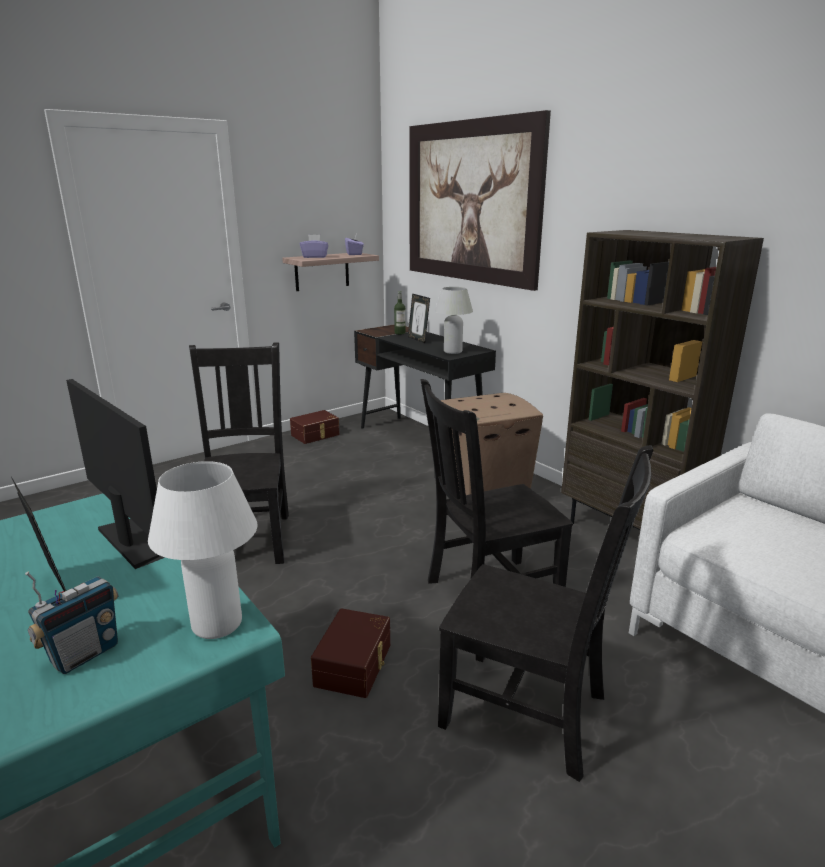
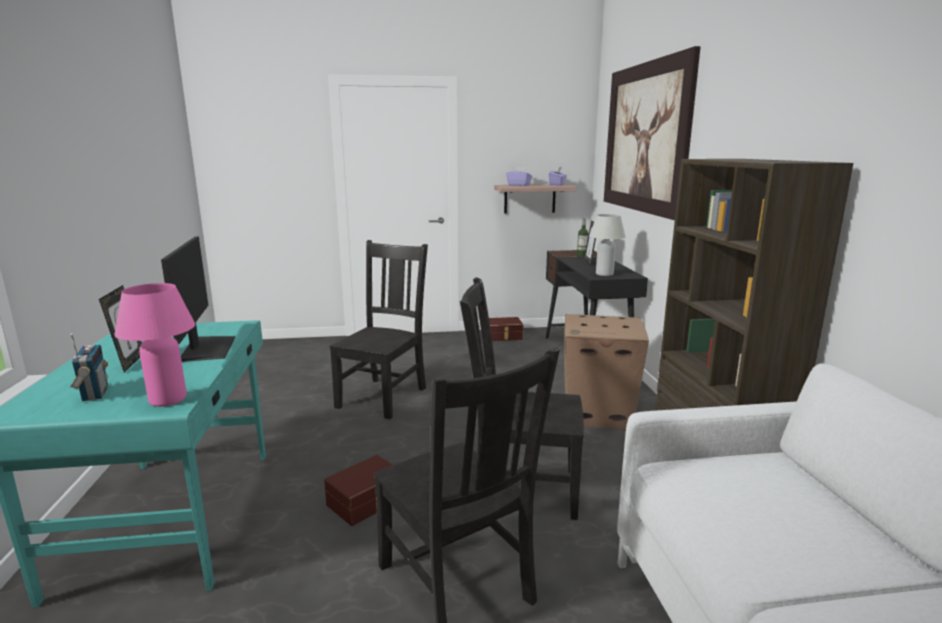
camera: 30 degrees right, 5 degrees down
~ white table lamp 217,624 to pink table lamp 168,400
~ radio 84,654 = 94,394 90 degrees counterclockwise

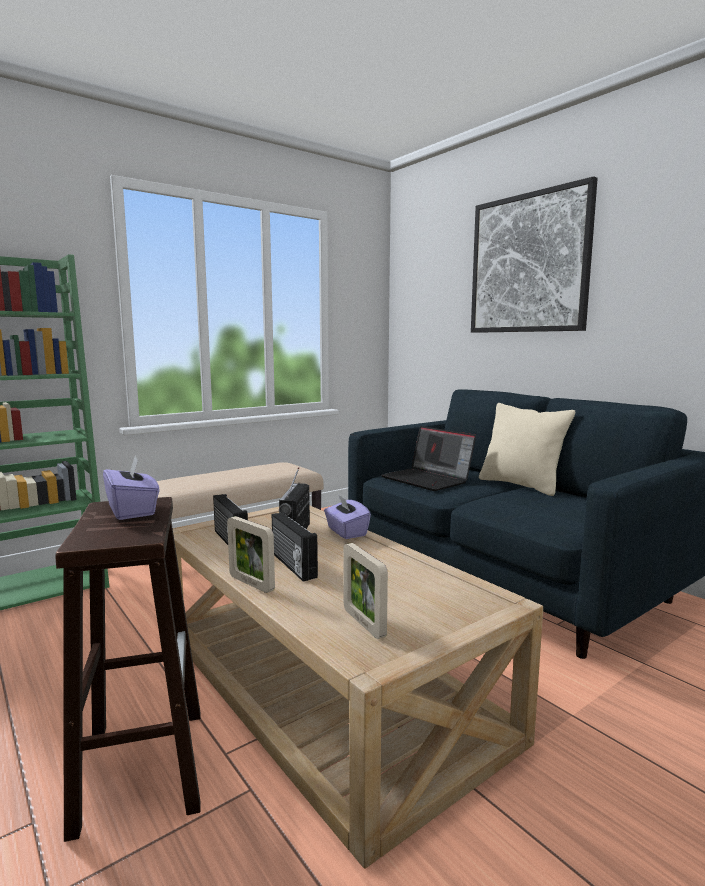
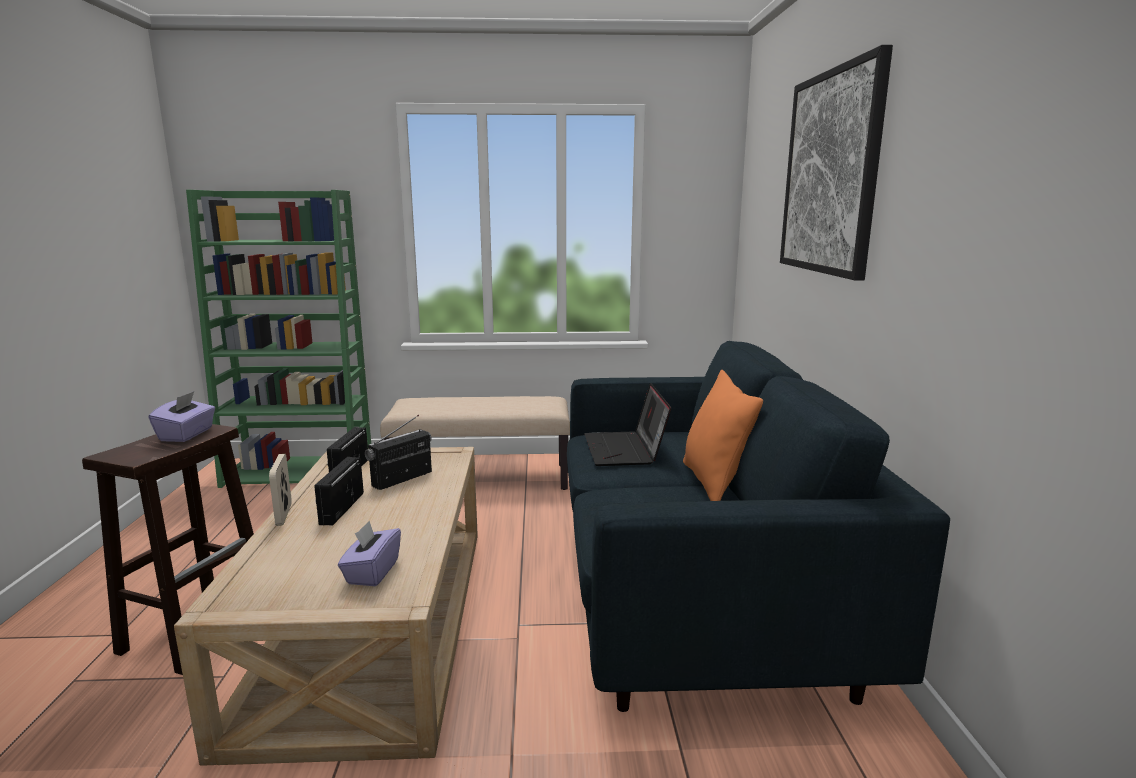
camera: 35 degrees right, 5 degrees up
- picture frame 364,623
~ purple tissue box 346,532 to 372,572
~ beige pillow 521,485 to orange pillow 714,482

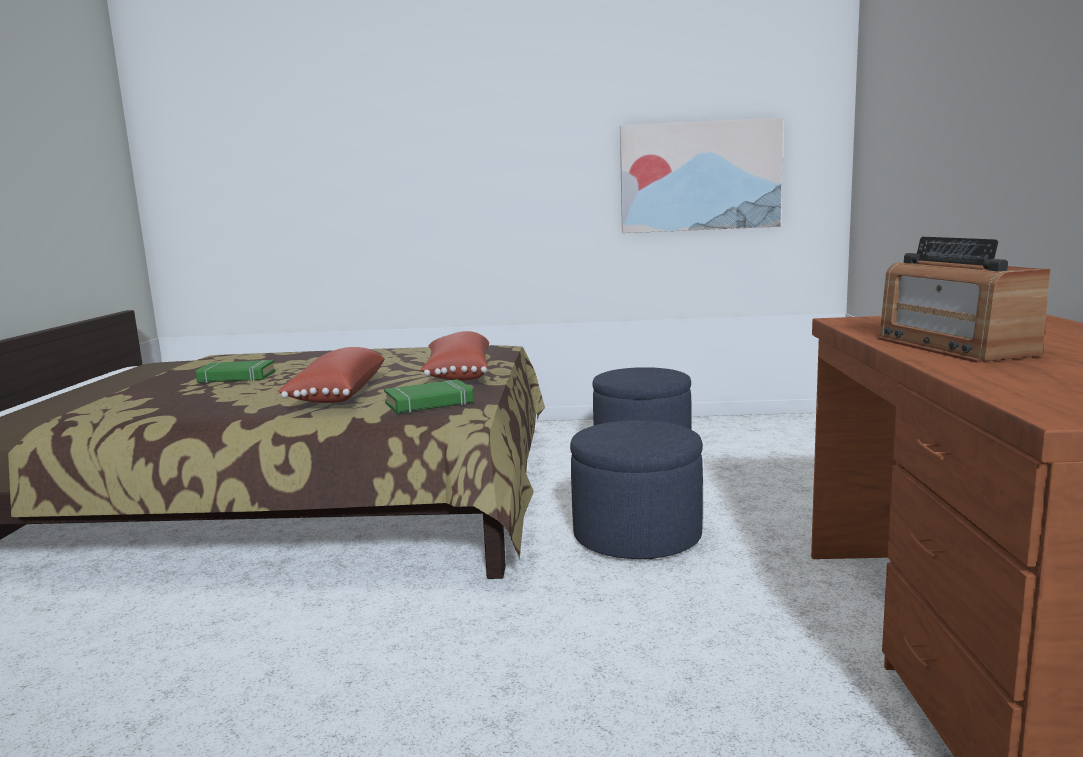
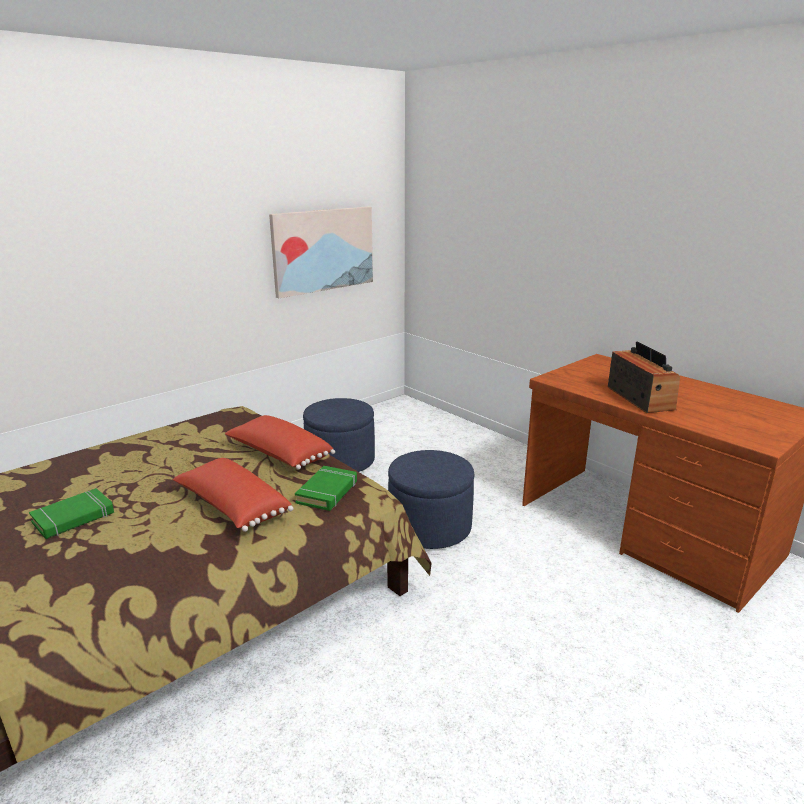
camera: 45 degrees left, 10 degrees up
~ radio 953,347 = 640,398 135 degrees counterclockwise

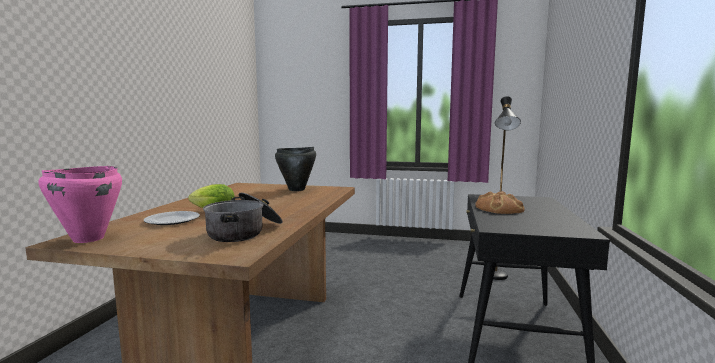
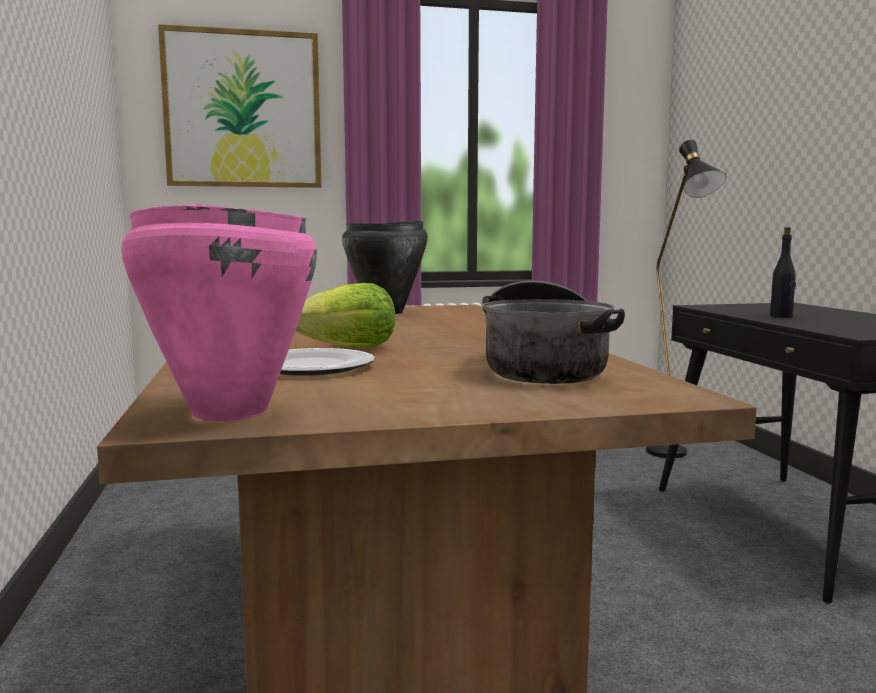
camera: 25 degrees left, 0 degrees up
+ picture 243,110
~ bread 499,208 to black bottle 781,316

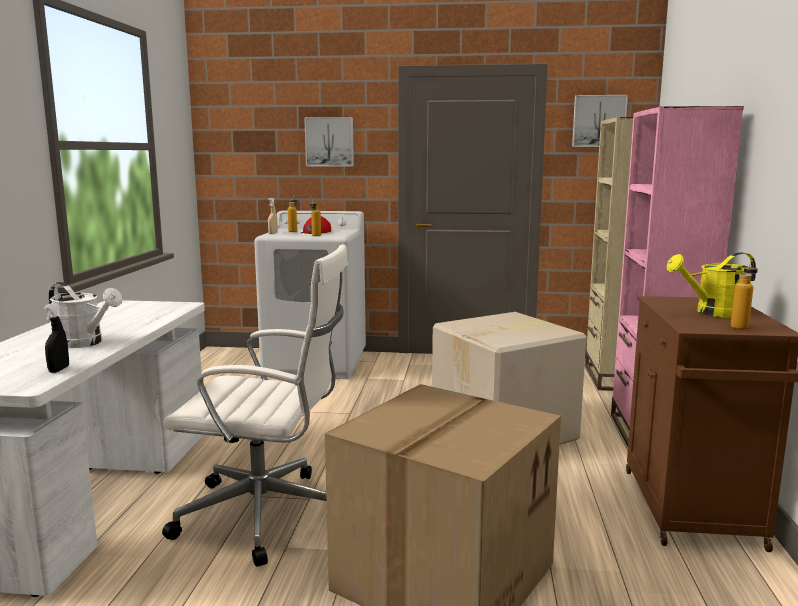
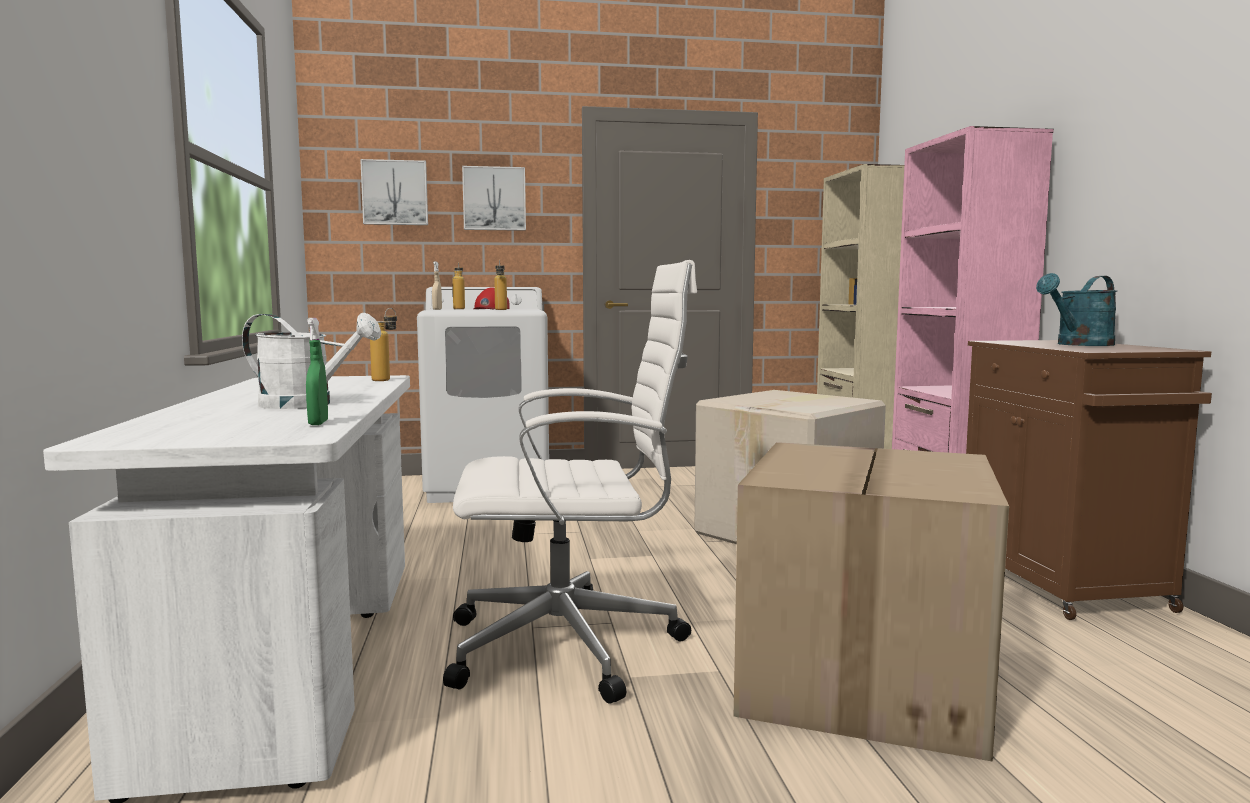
camera: 15 degrees left, 5 degrees down
~ picture 598,121 to 395,193
~ bottle 741,326 to 386,379
~ black spray bottle 59,370 to green spray bottle 318,423
~ yellow watering can 713,313 to turquoise watering can 1079,344

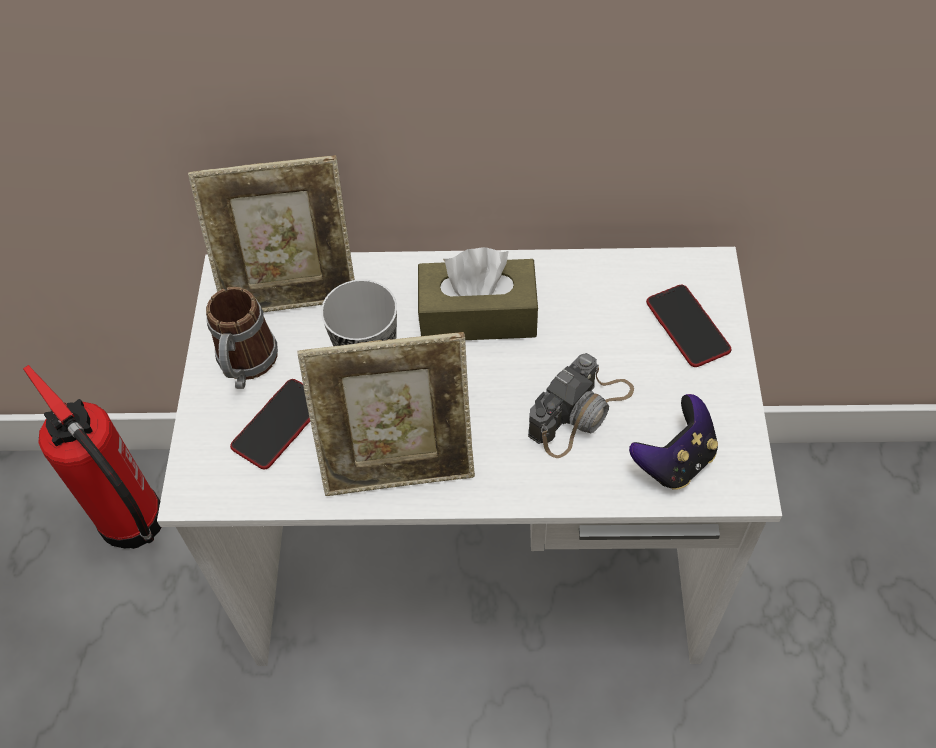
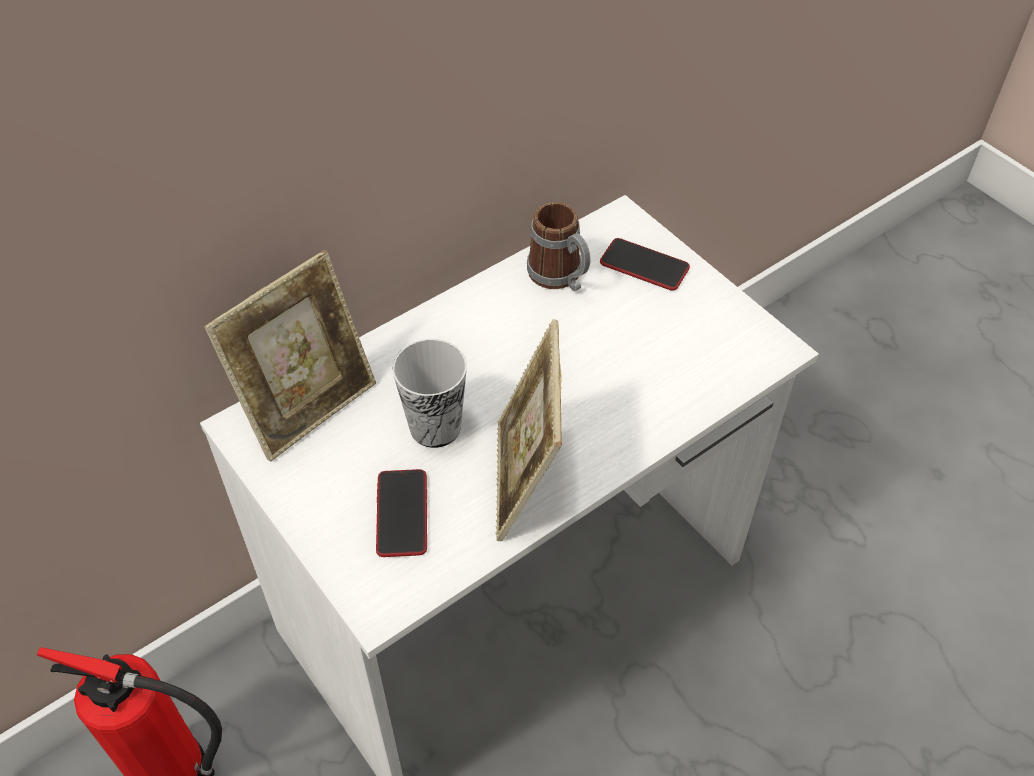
camera: 40 degrees left, 5 degrees down
- brown tissue box 478,315
- photo camera 580,412
- game controller 674,460
~ mug 246,366 to 560,277
~ picture frame 398,461 = 526,481 135 degrees clockwise

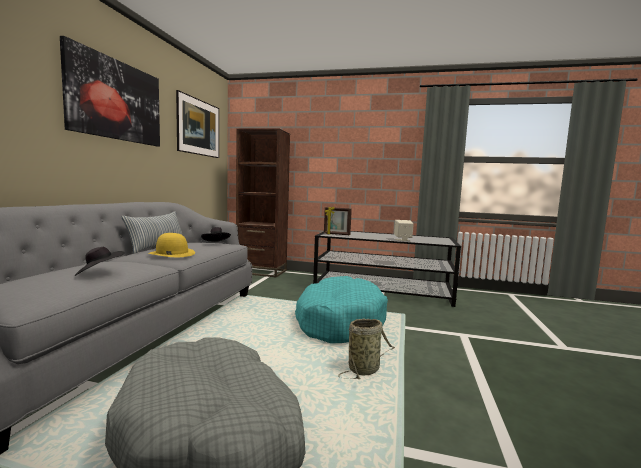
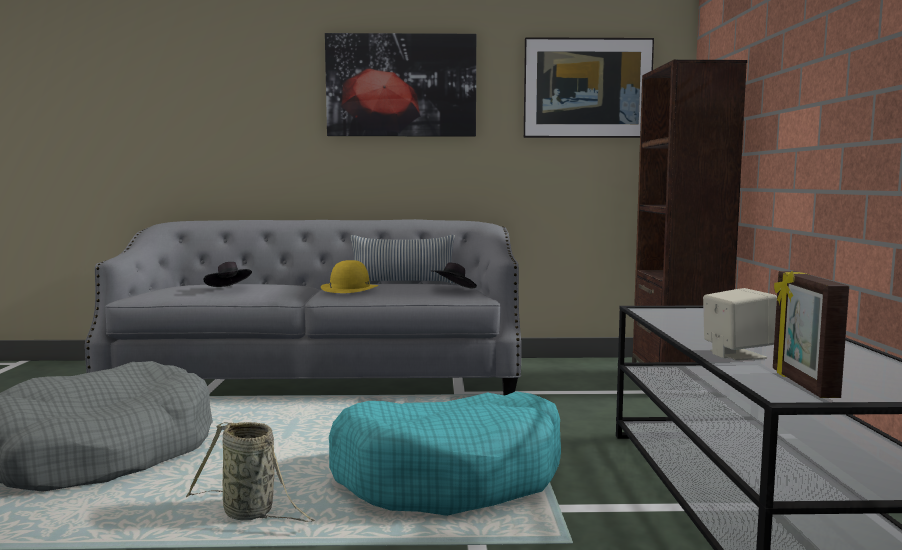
camera: 75 degrees right, 0 degrees up
~ picture frame 336,234 to 802,384

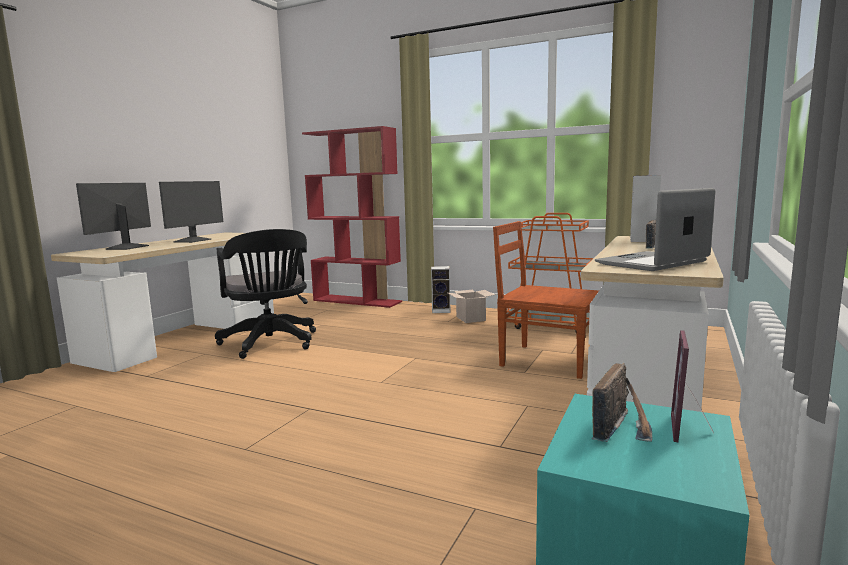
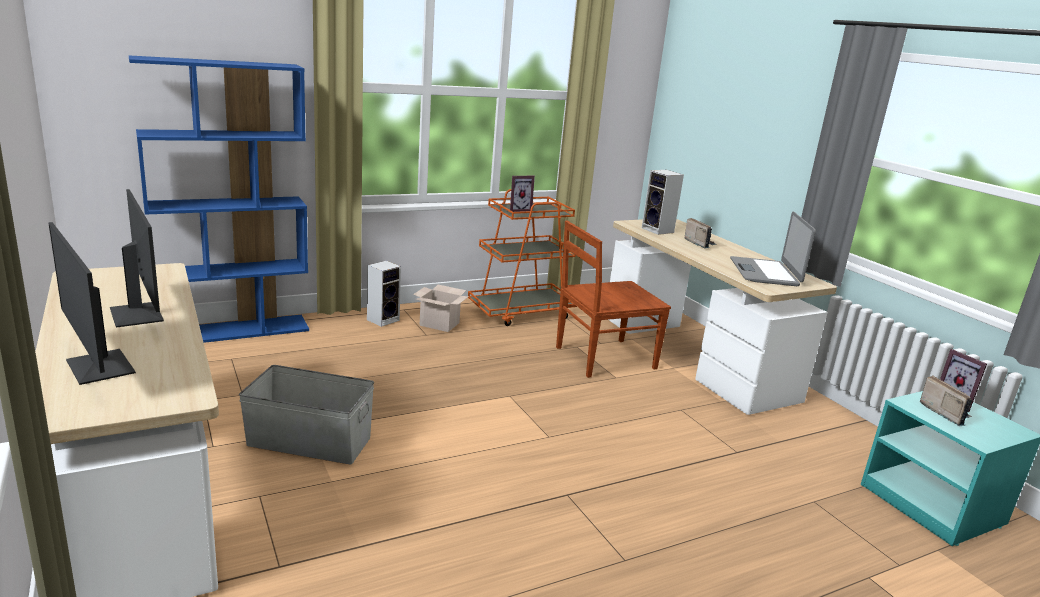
camera: 55 degrees left, 10 degrees up
+ picture frame 518,210
~ black office chair 271,344 to grey storage box 310,442
~ red bookcase 357,301 to blue bookcase 235,330

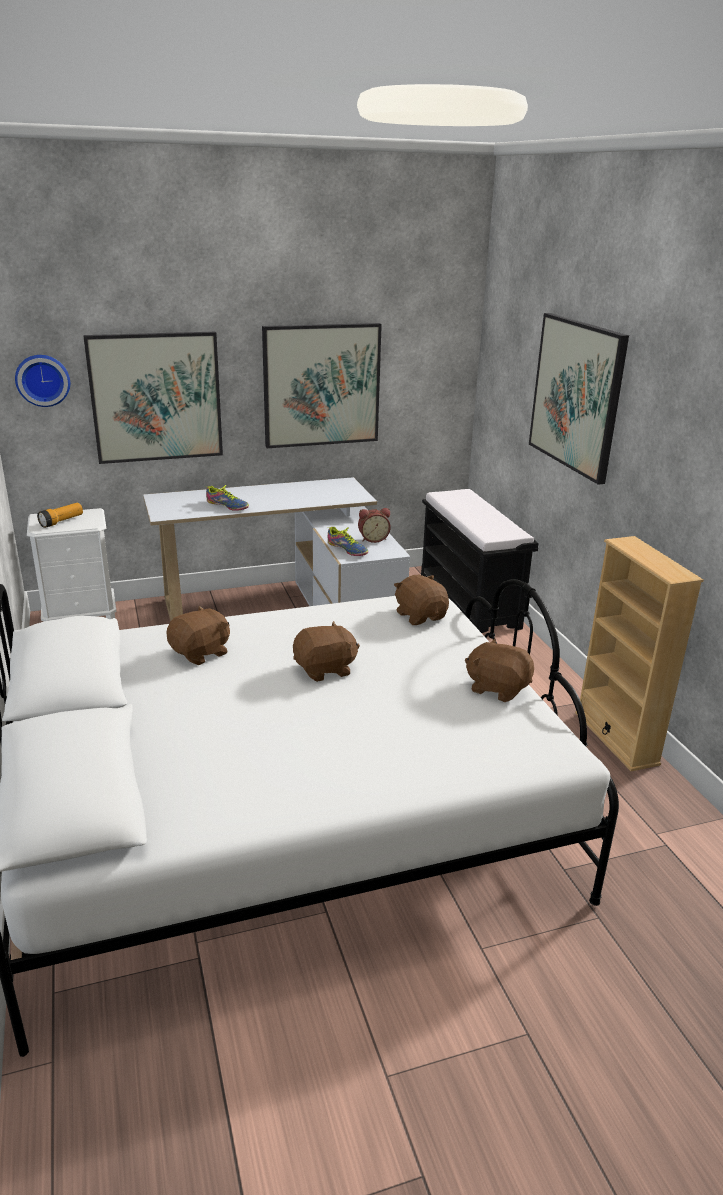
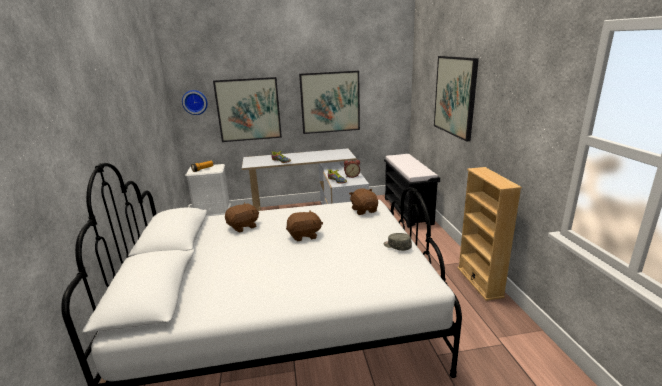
camera: 10 degrees right, 5 degrees down
~ brown plush toy 497,688 to grey cap 397,246

